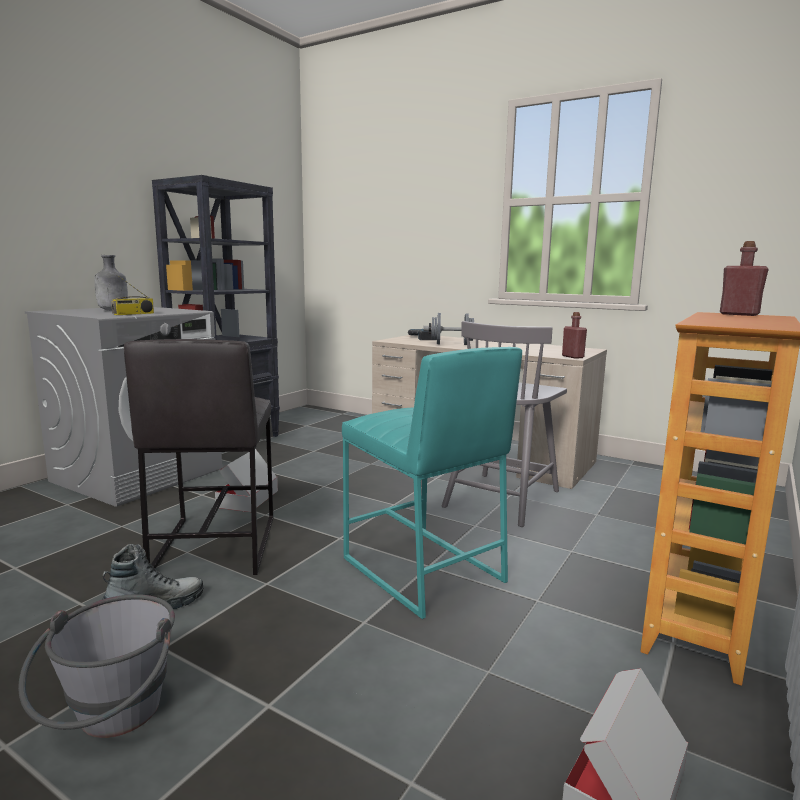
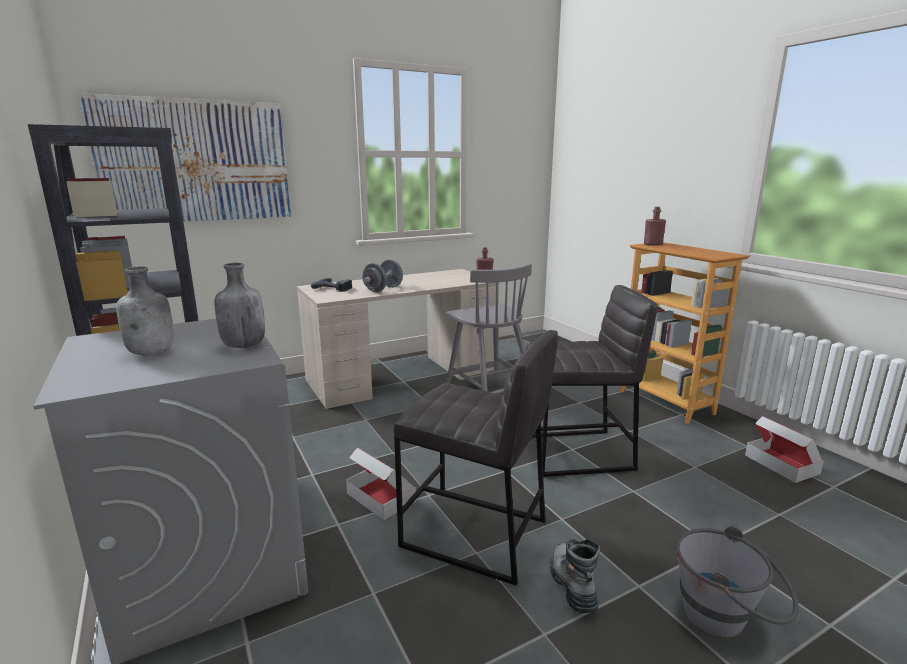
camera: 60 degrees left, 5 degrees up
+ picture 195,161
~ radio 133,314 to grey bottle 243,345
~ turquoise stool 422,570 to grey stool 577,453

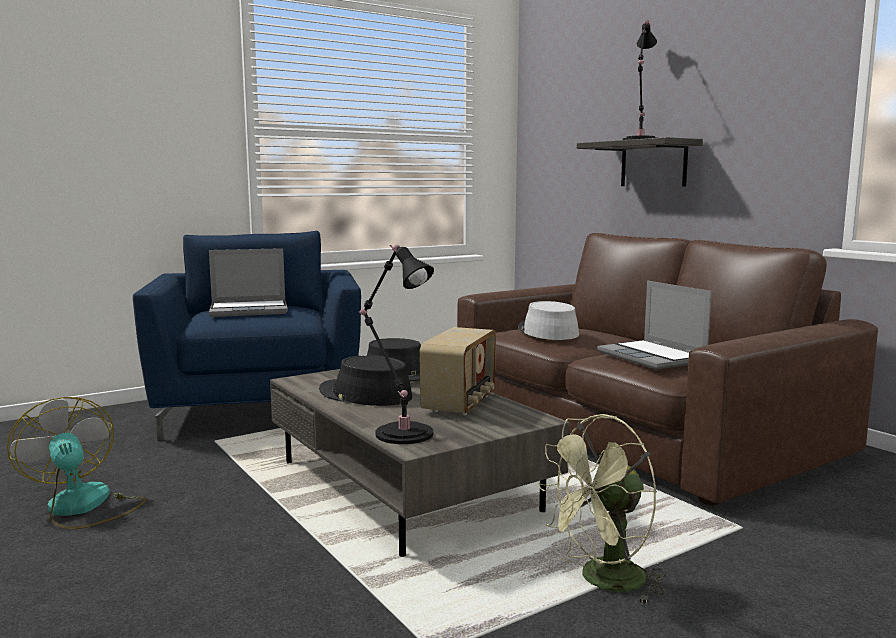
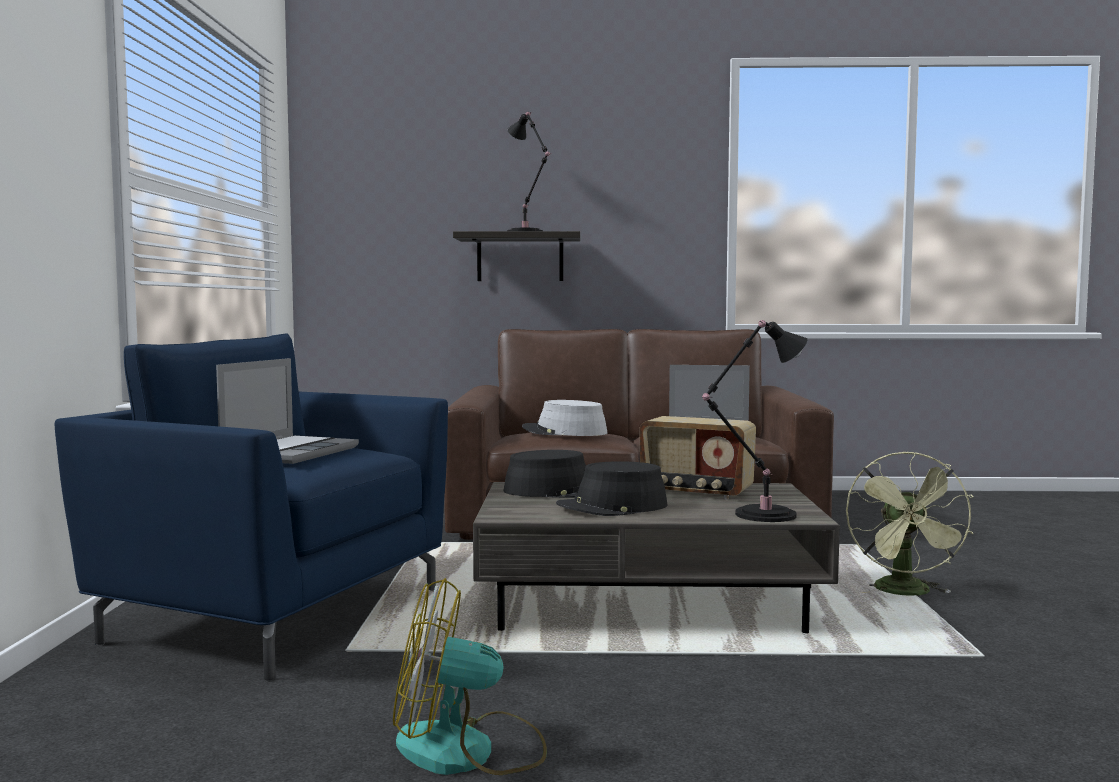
camera: 55 degrees left, 5 degrees down
~ radio 460,403 = 696,492 150 degrees clockwise

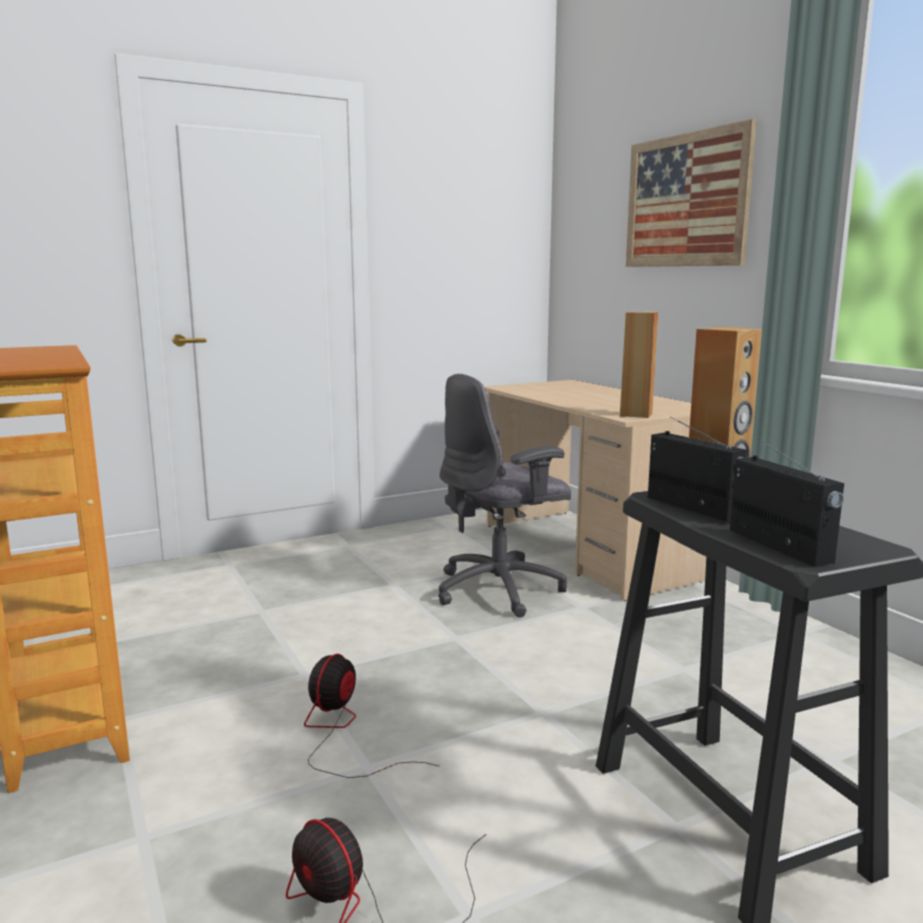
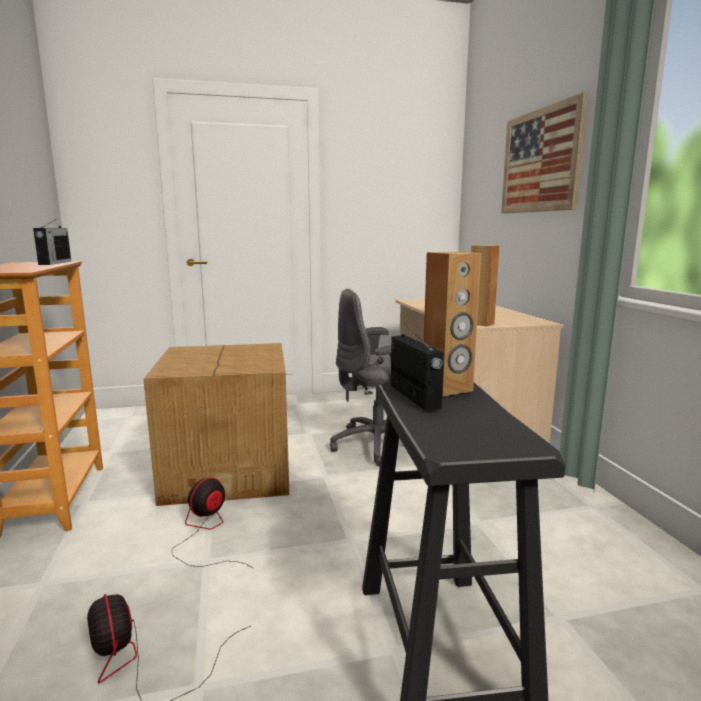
camera: 15 degrees right, 0 degrees up
+ cardboard box 230,469
~ radio 780,546 to 54,263

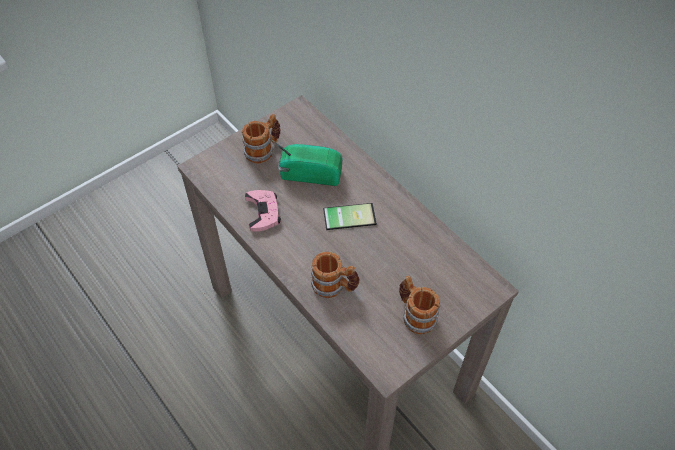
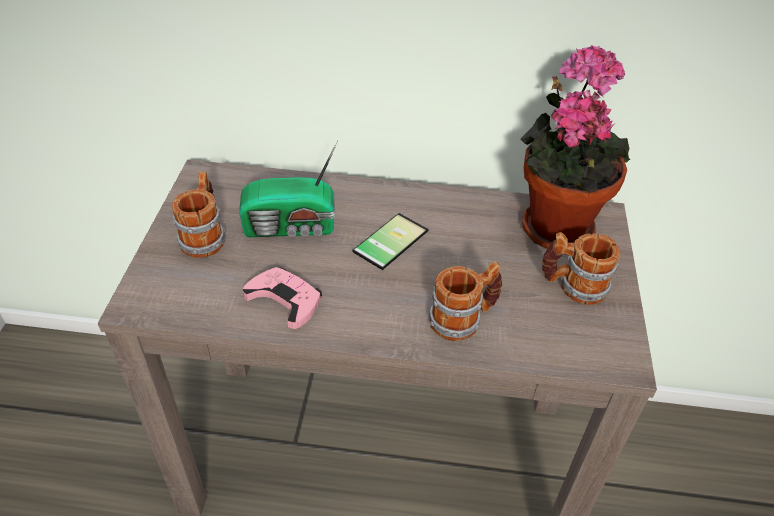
camera: 45 degrees left, 10 degrees down
+ potted plant 554,224
~ radio 309,173 = 292,227 150 degrees counterclockwise

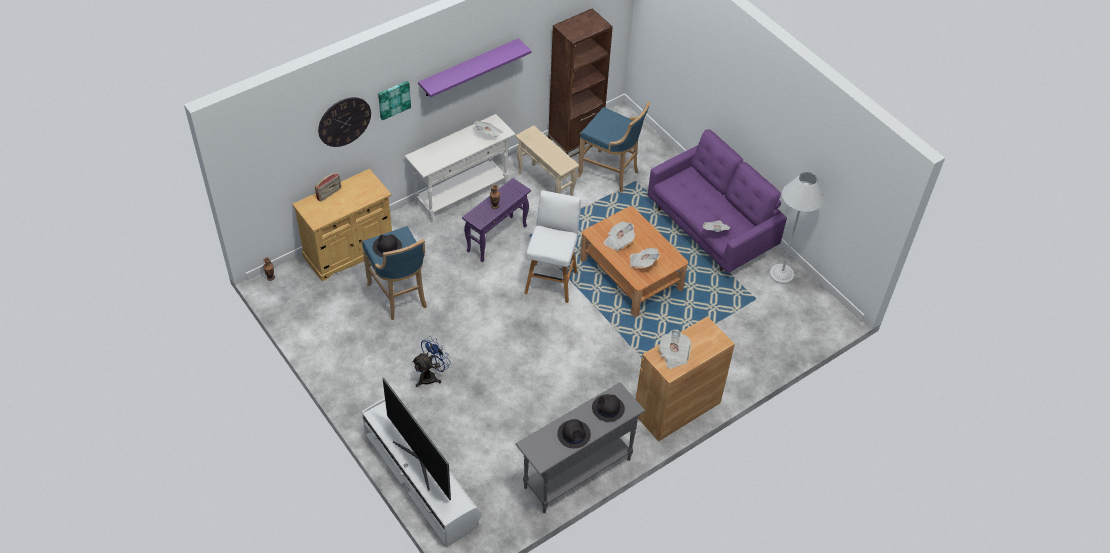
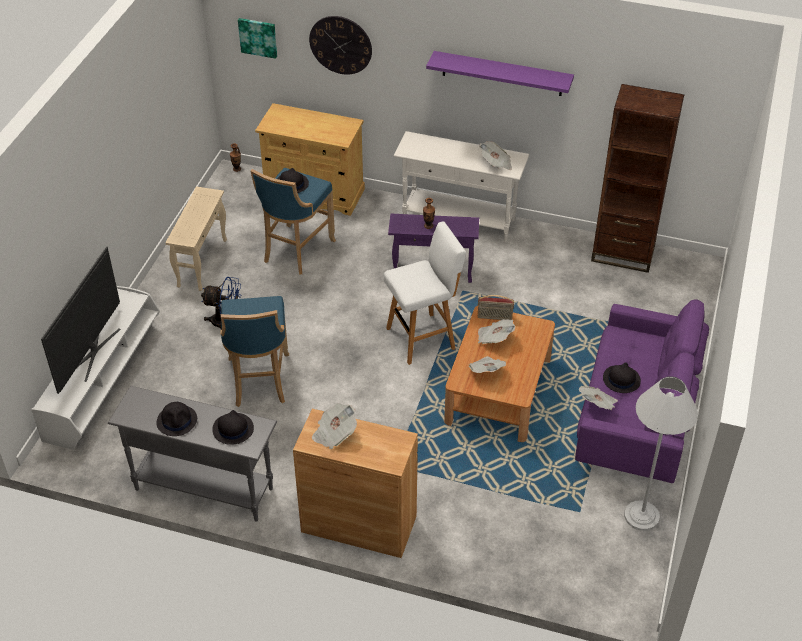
camera: 55 degrees right, 5 degrees down
+ black hat 621,379
~ radio 329,194 to 494,317
~ picture 393,99 to 258,37
~ beige side table 545,186 to 202,263
~ blue stool 610,173 to 259,382

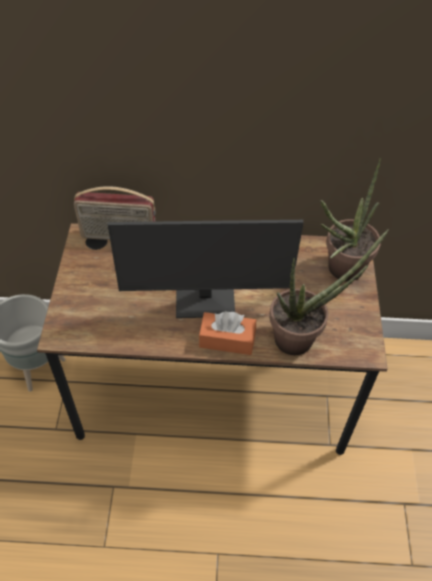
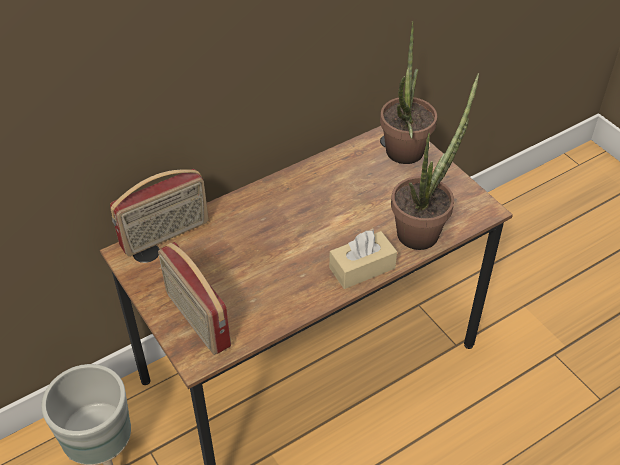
camera: 35 degrees left, 5 degrees down
- monitor 205,300
+ radio 196,319
~ orange tissue box 227,339 to beige tissue box 362,268

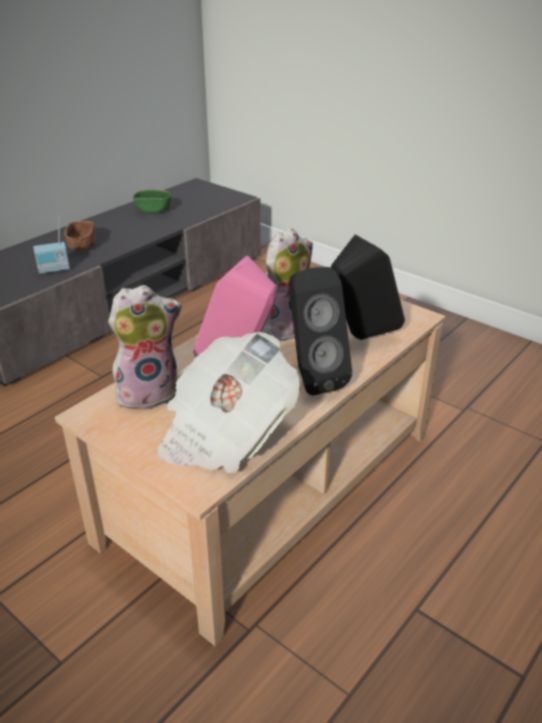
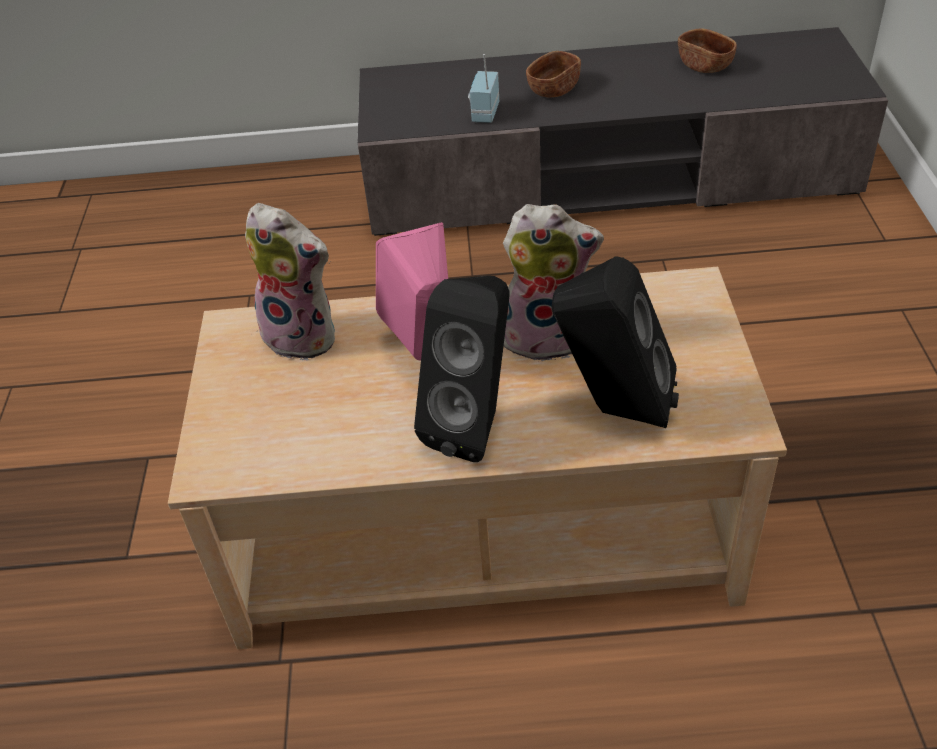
camera: 50 degrees right, 10 degrees up
- newspaper 225,432
~ green bowl 153,210 to brown bowl 704,65
~ radio 54,270 = 483,113 75 degrees clockwise

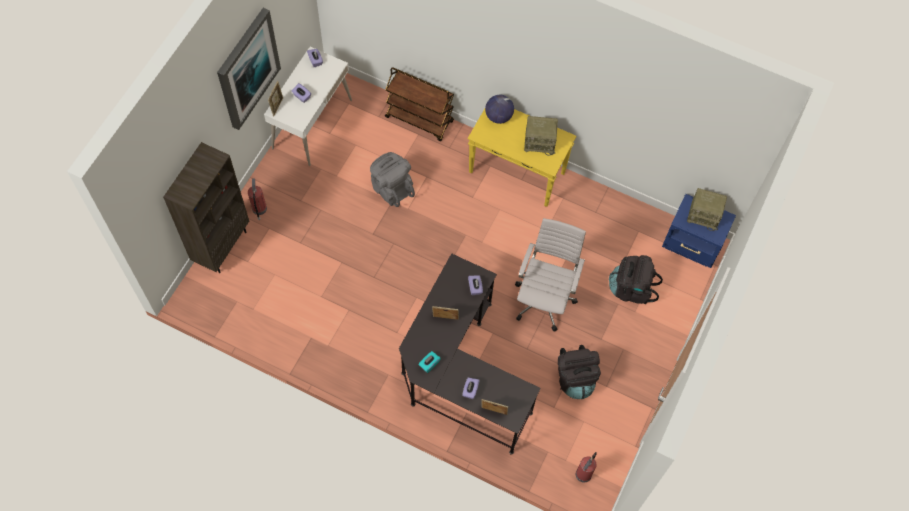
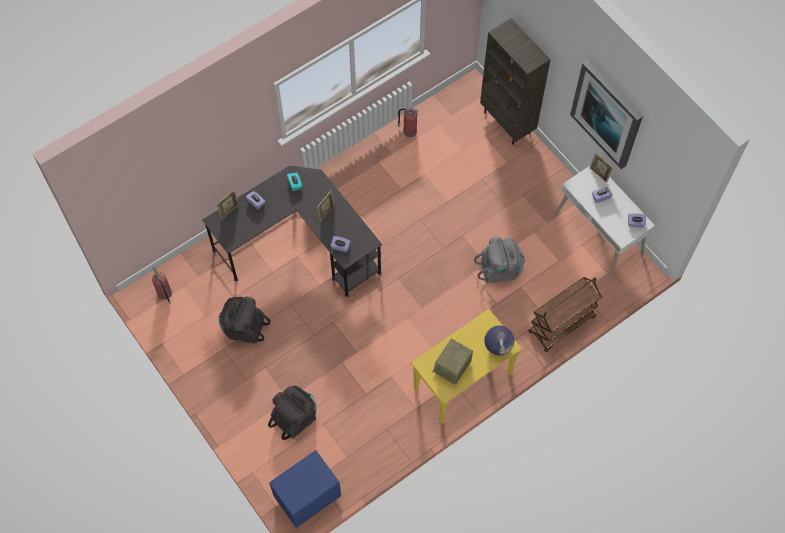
camera: 120 degrees right, 0 degrees up
- white office chair 544,298
- radio 704,215
~ fire extinguisher 259,209 to 409,131

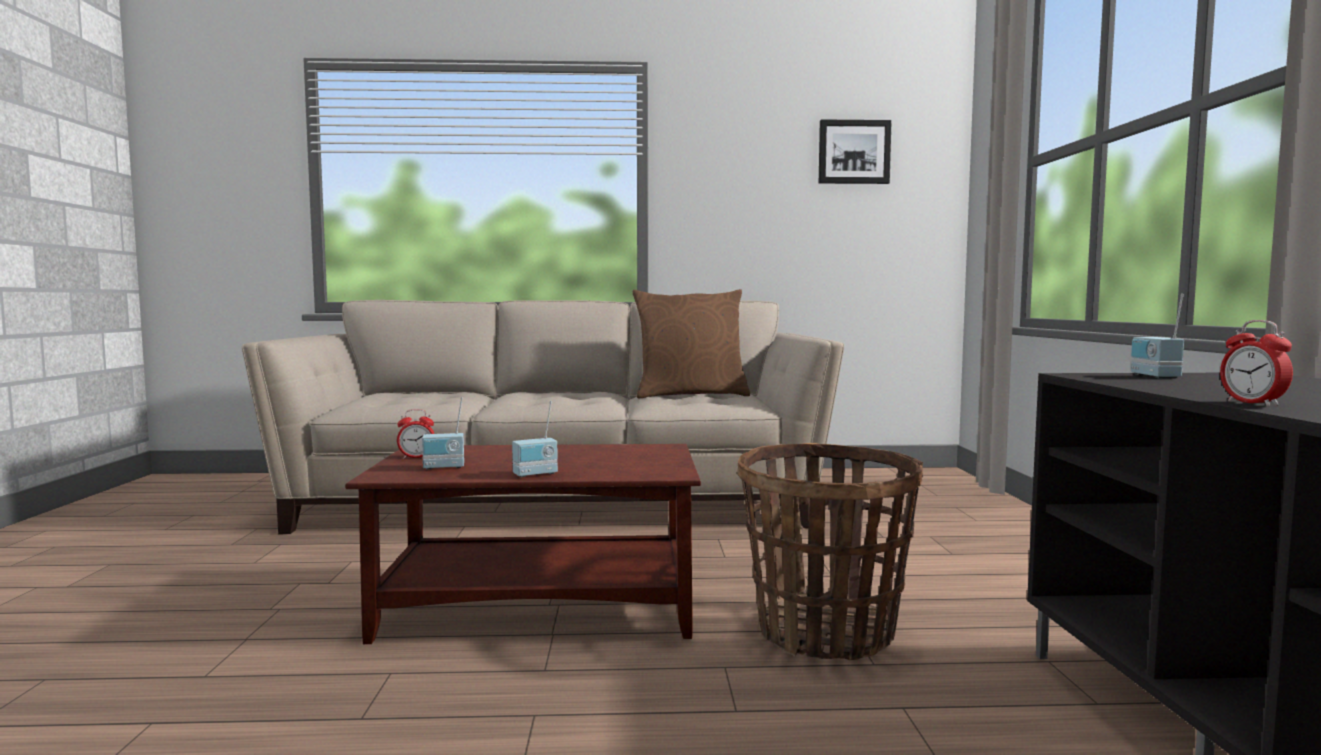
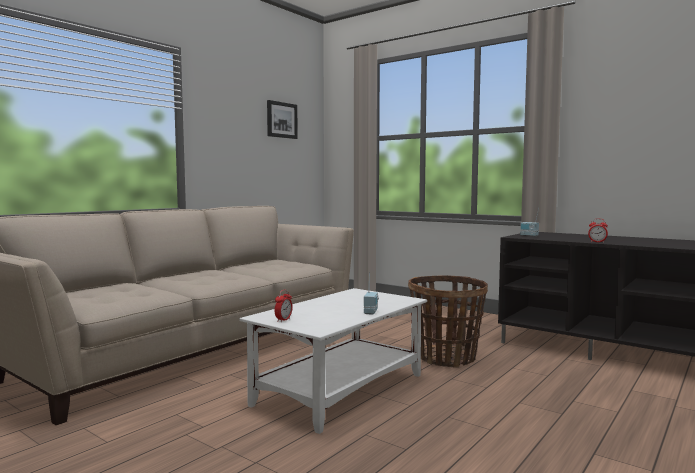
camera: 50 degrees left, 0 degrees up
- radio 444,467
- brown pillow 690,395
~ brown coffee table 541,606 to white coffee table 340,389

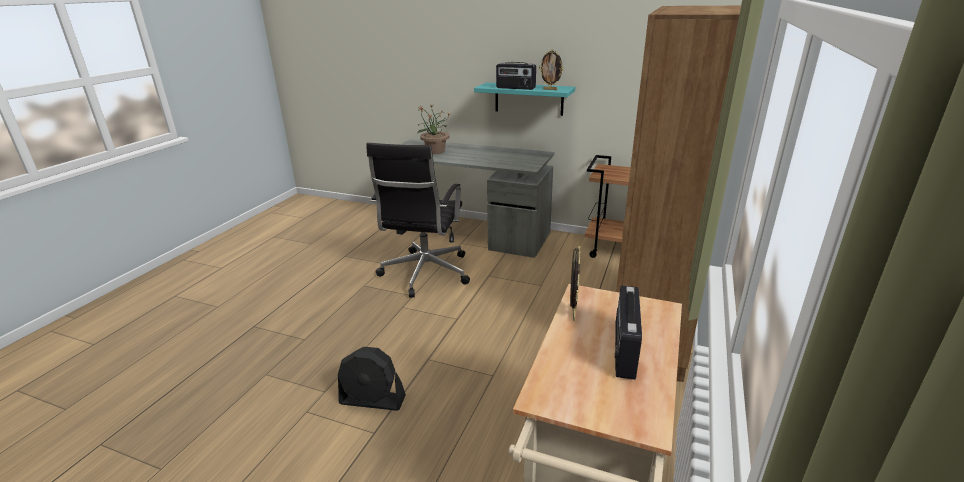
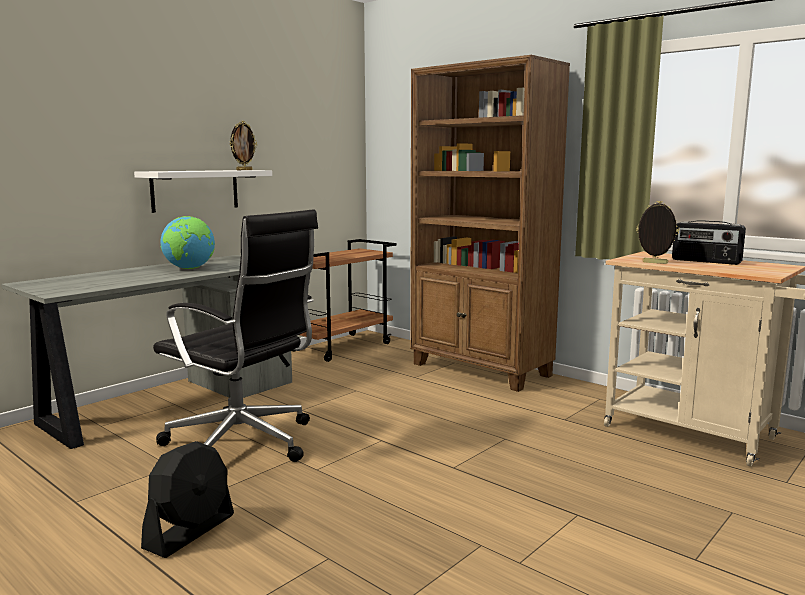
camera: 70 degrees left, 15 degrees down
- potted plant 435,151
- radio 515,88
+ globe 189,268
~ black fan 372,400 to 190,531
~ turquoise shelf 528,99 to white shelf 195,190

